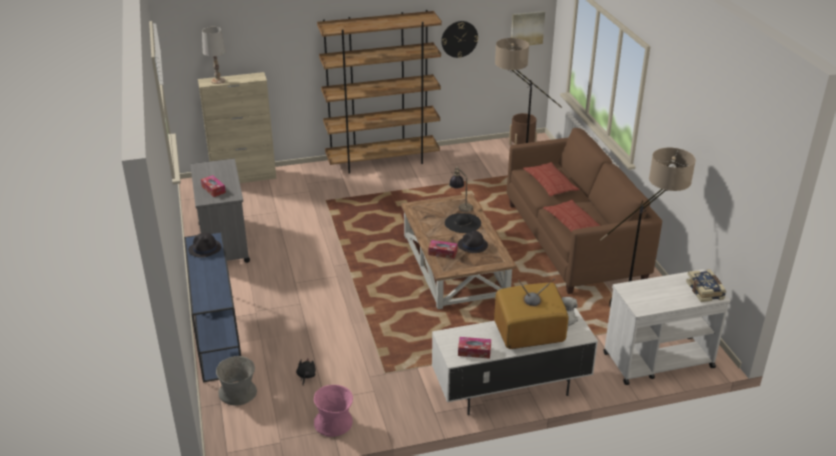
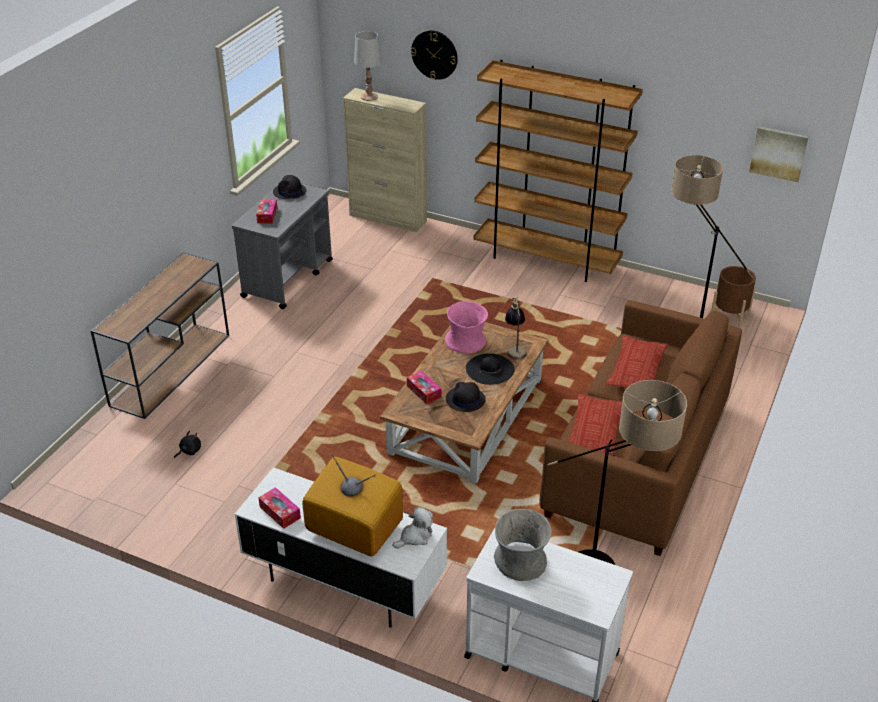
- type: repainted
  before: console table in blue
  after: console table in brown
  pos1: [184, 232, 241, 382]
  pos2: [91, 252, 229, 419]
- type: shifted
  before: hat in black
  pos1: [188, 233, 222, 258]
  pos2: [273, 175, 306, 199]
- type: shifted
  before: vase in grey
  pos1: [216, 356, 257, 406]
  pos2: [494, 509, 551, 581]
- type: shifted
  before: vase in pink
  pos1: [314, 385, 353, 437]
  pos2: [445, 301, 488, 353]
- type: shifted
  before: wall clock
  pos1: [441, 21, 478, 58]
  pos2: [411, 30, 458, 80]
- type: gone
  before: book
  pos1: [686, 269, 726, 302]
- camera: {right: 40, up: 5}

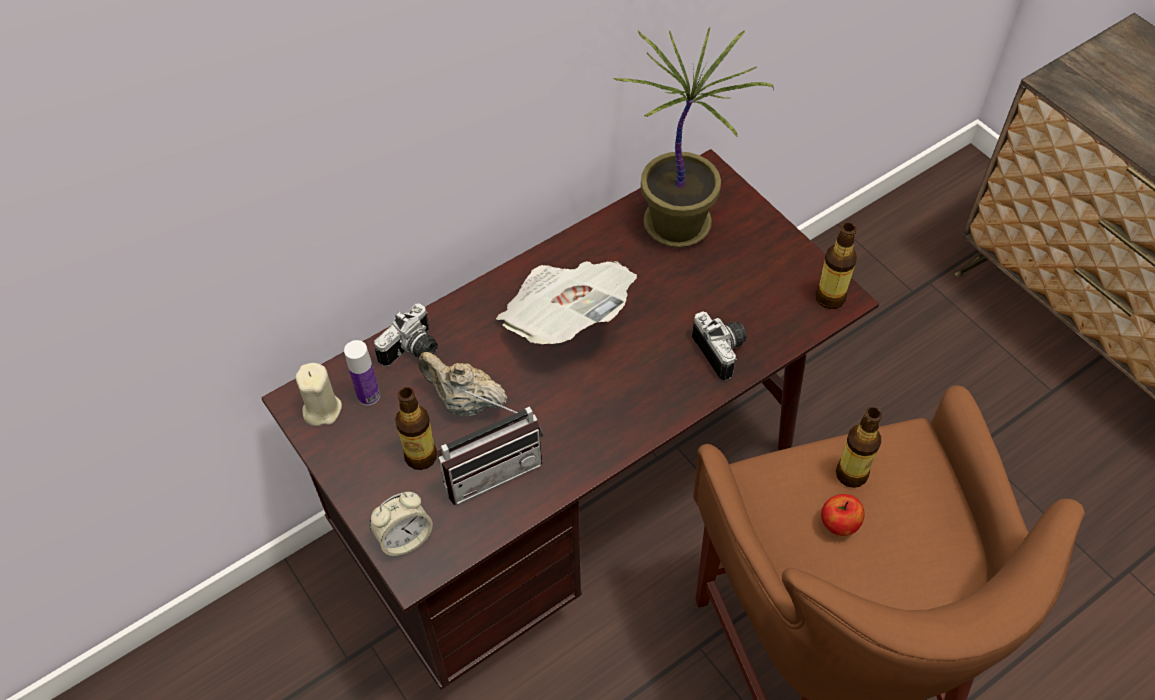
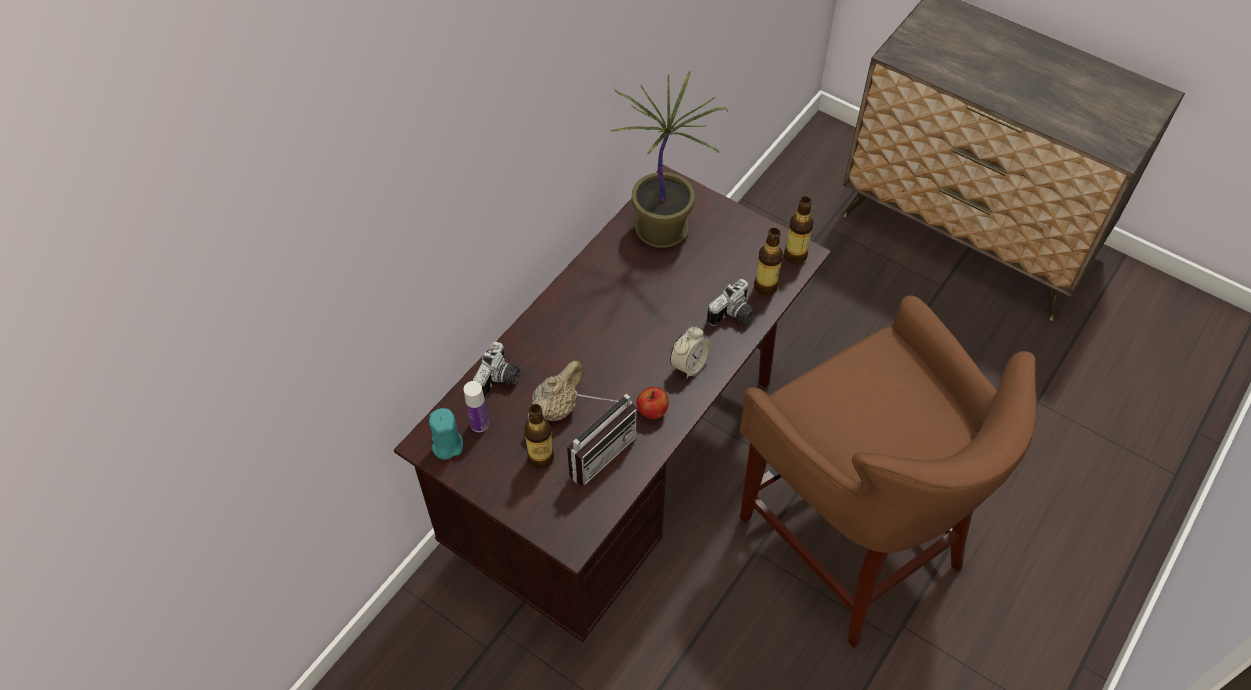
- type: repainted
  before: candle in beige
  after: candle in turquoise
  pos1: [295, 363, 342, 426]
  pos2: [429, 408, 463, 460]
- type: shifted
  before: alarm clock
  pos1: [370, 492, 433, 557]
  pos2: [670, 326, 711, 378]
- type: rotated
  before: teapot in beige
  pos1: [418, 352, 507, 416]
  pos2: [528, 361, 584, 421]
  turn: 120
- type: gone
  before: newspaper
  pos1: [496, 261, 637, 344]
- type: rotated
  before: photo camera
  pos1: [692, 311, 747, 381]
  pos2: [707, 279, 755, 326]
  turn: 90
- type: shifted
  before: apple
  pos1: [821, 494, 864, 536]
  pos2: [636, 387, 669, 419]
- type: shifted
  before: bottle
  pos1: [836, 407, 882, 488]
  pos2: [754, 228, 783, 295]
- camera: {right: -20, up: 0}

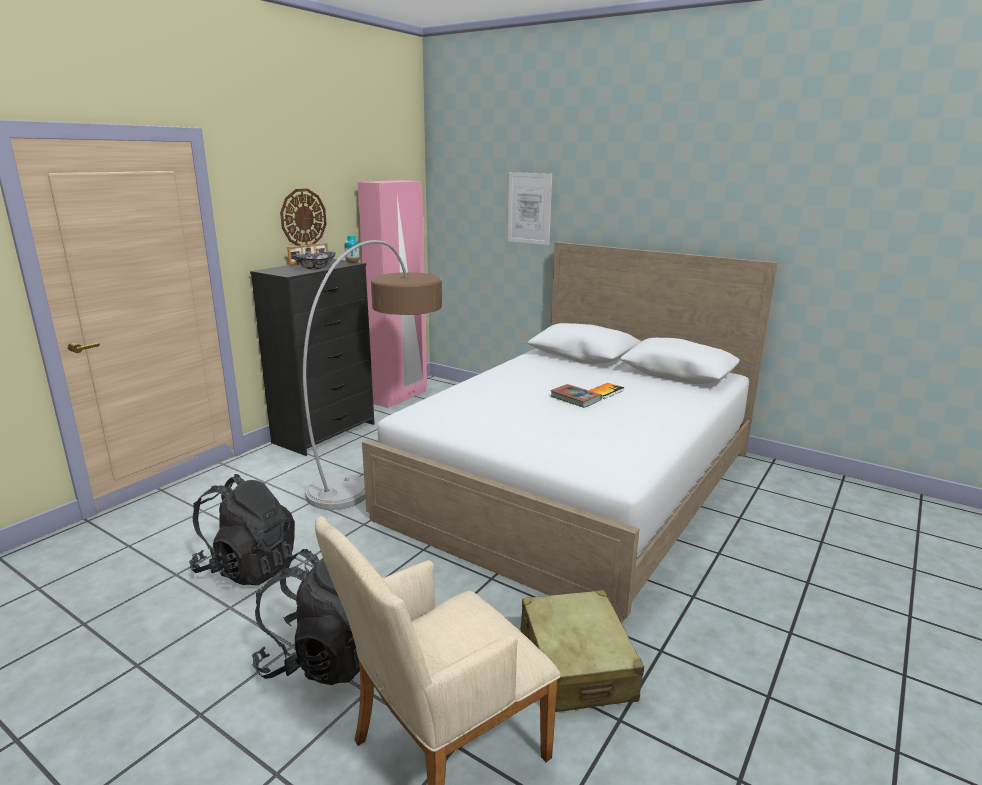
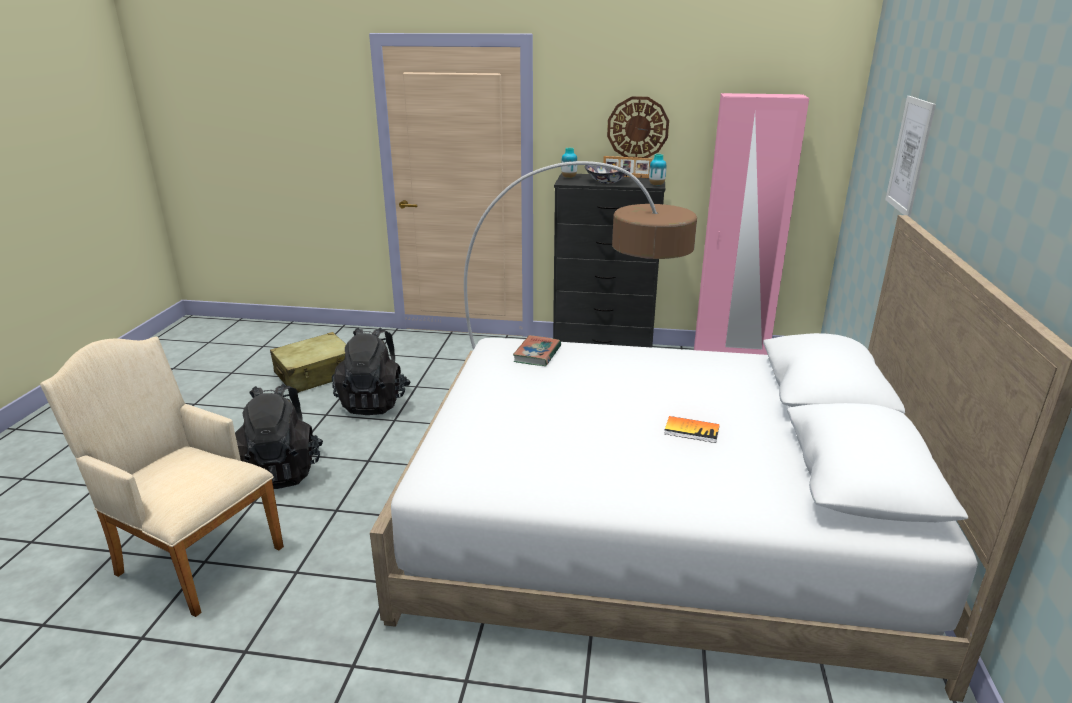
- type: shifted
  before: suitcase in beige
  pos1: [521, 590, 644, 712]
  pos2: [270, 332, 346, 393]
- type: shifted
  before: book
  pos1: [550, 384, 602, 408]
  pos2: [513, 335, 561, 366]
- type: new
  after: vase
  pos2: [561, 148, 577, 178]
- camera: {right: 65, up: 5}

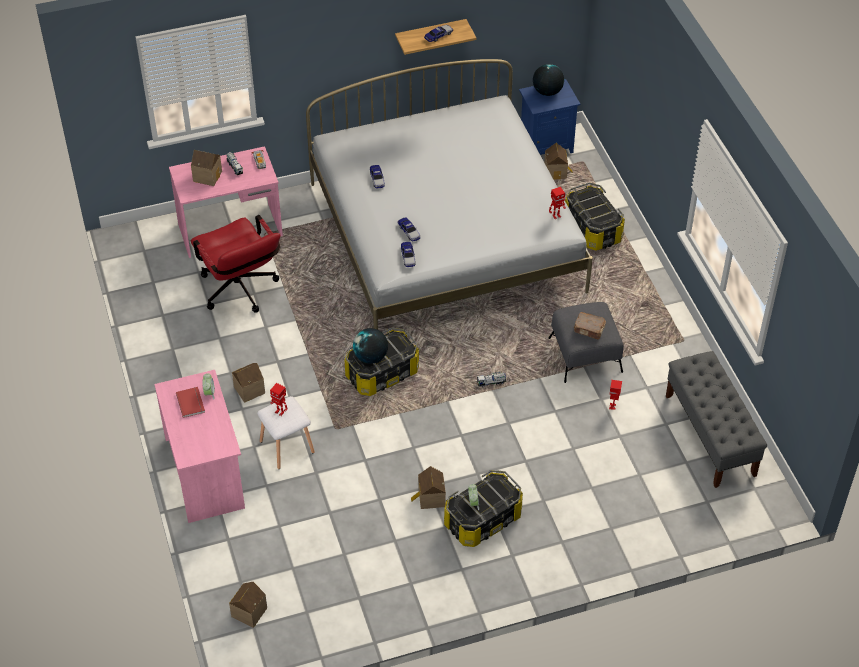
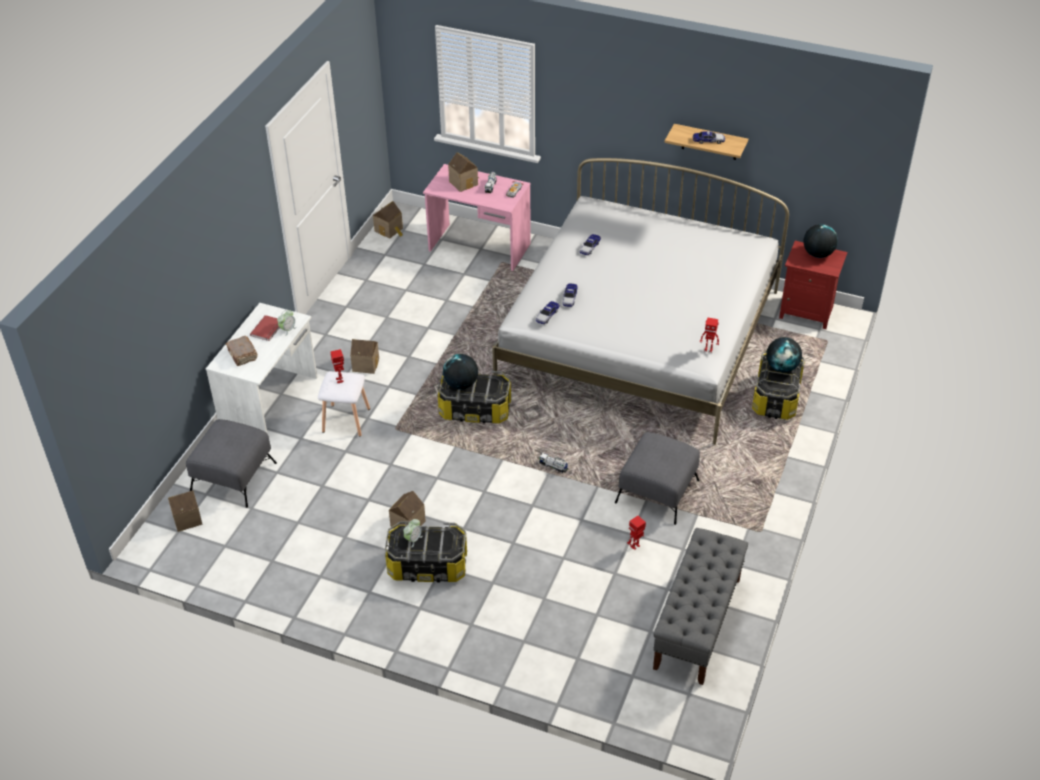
- type: repainted
  before: desk in pink
  after: desk in white
  pos1: [154, 370, 245, 523]
  pos2: [206, 303, 318, 434]
- type: gone
  before: office chair in red
  pos1: [191, 215, 281, 313]
- type: repainted
  before: nightstand in blue
  after: nightstand in red
  pos1: [519, 79, 580, 155]
  pos2: [779, 241, 847, 329]
- type: shifted
  before: toy house
  pos1: [544, 143, 573, 180]
  pos2: [373, 201, 403, 238]
- type: shifted
  before: book in brown
  pos1: [574, 312, 606, 340]
  pos2: [225, 336, 258, 366]
- type: new
  after: ottoman in grey
  pos2: [186, 419, 277, 508]
- type: new
  after: globe
  pos2: [766, 337, 802, 372]
- camera: {right: 40, up: -5}

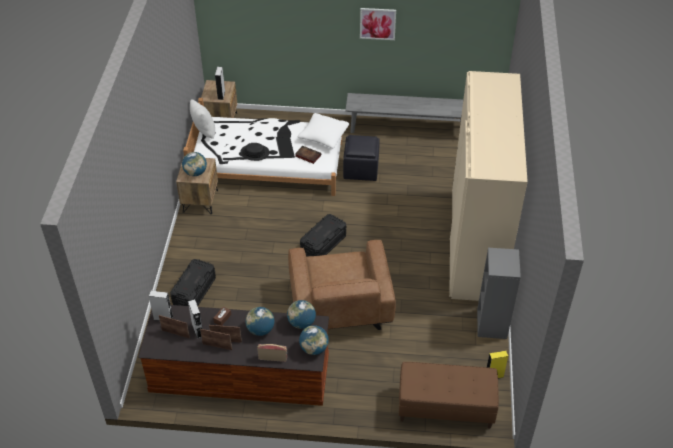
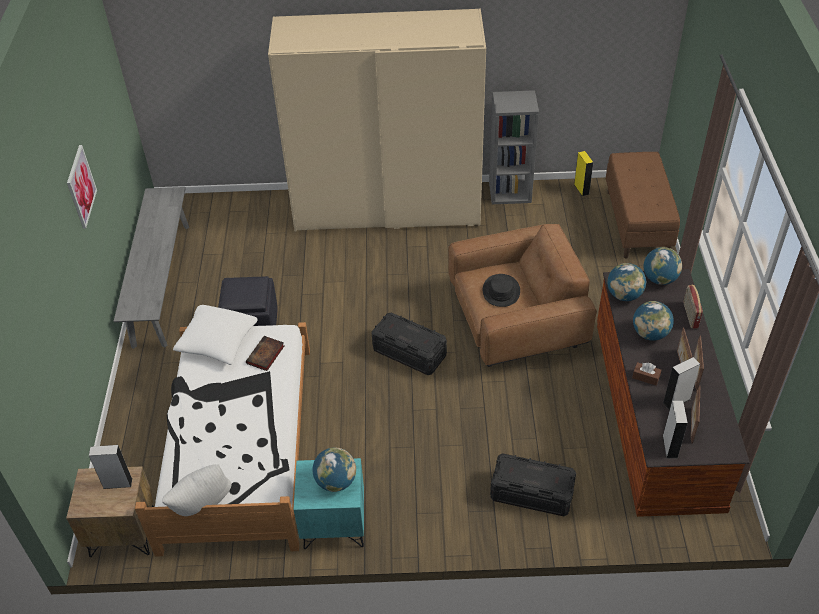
- type: repainted
  before: nightstand in brown
  after: nightstand in turquoise
  pos1: [176, 157, 218, 214]
  pos2: [293, 458, 364, 549]
- type: shifted
  before: hat in black
  pos1: [240, 143, 270, 161]
  pos2: [483, 274, 520, 307]
- camera: {right: -95, up: 0}

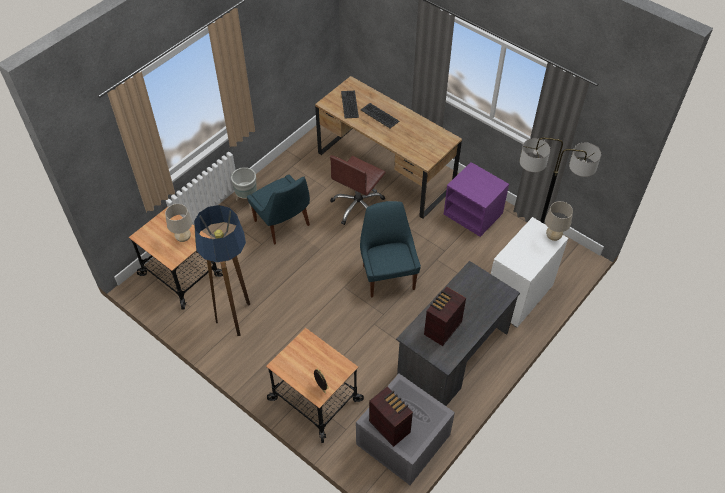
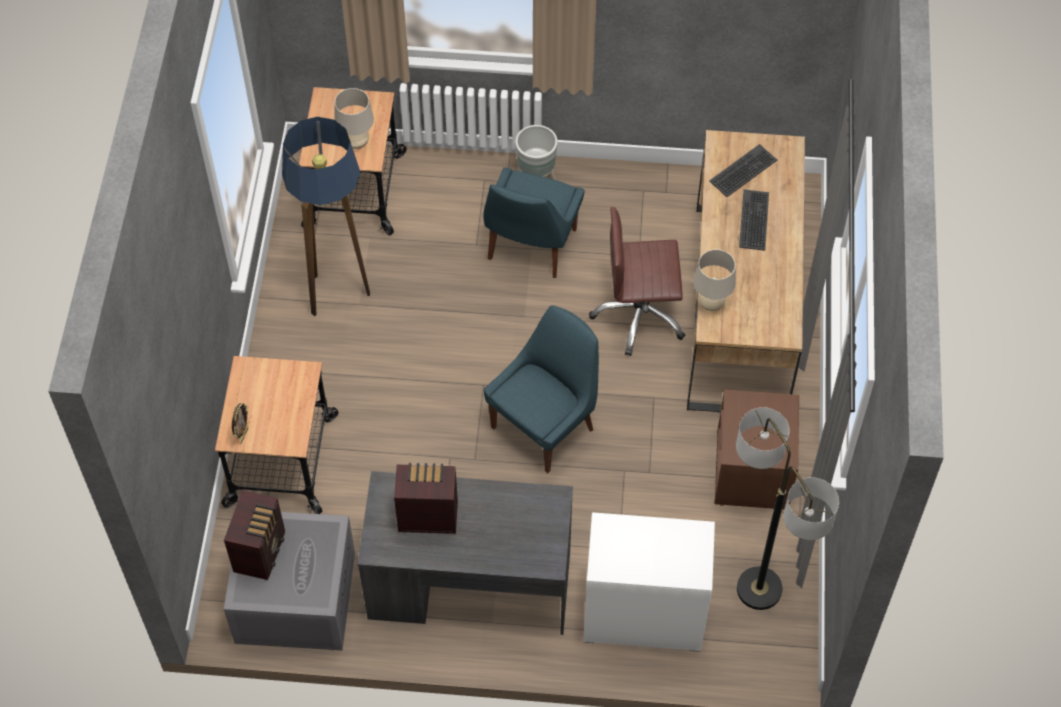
- type: repainted
  before: nightstand in purple
  after: nightstand in brown
  pos1: [444, 162, 509, 237]
  pos2: [714, 389, 799, 509]
- type: shifted
  before: table lamp in beige
  pos1: [545, 201, 573, 241]
  pos2: [693, 249, 736, 311]
- camera: {right: 55, up: 5}

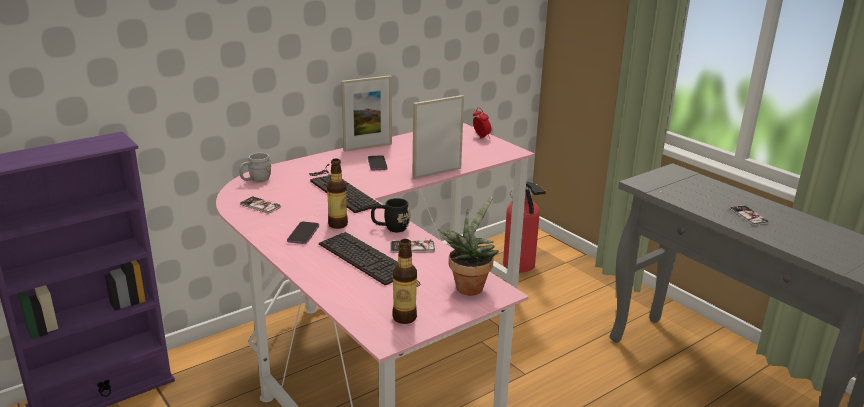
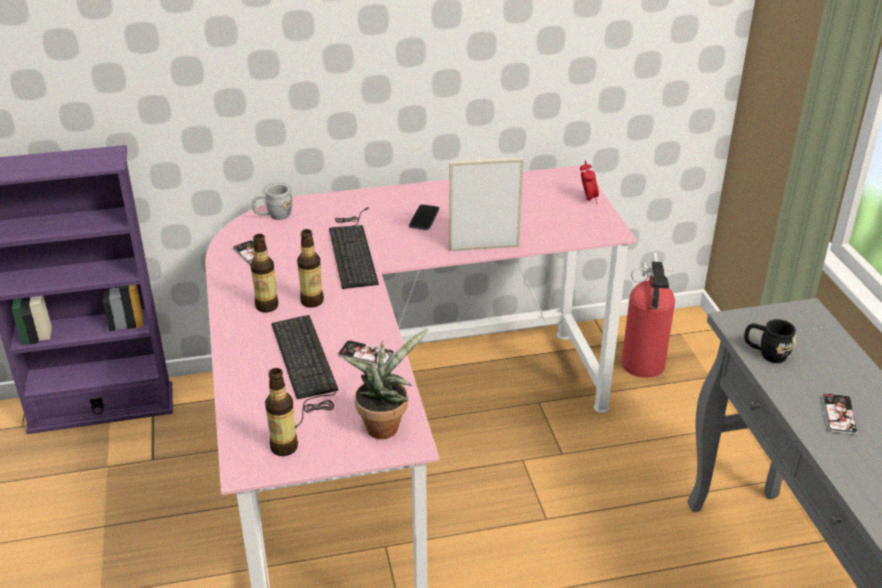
- type: swapped
  before: phone
  after: bottle
  pos1: [287, 222, 319, 244]
  pos2: [250, 234, 278, 312]
- type: gone
  before: picture frame
  pos1: [341, 75, 392, 152]
- type: shifted
  before: mug in black
  pos1: [371, 198, 411, 232]
  pos2: [744, 319, 796, 363]
- camera: {right: 25, up: 10}

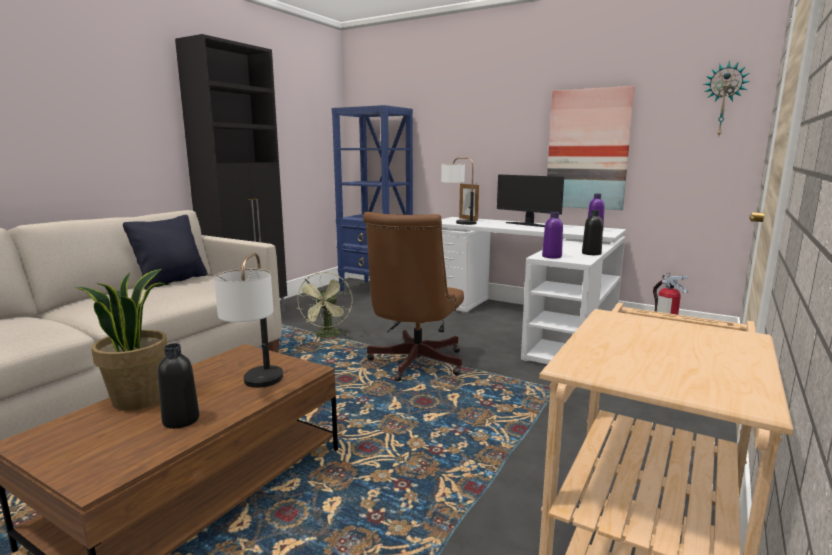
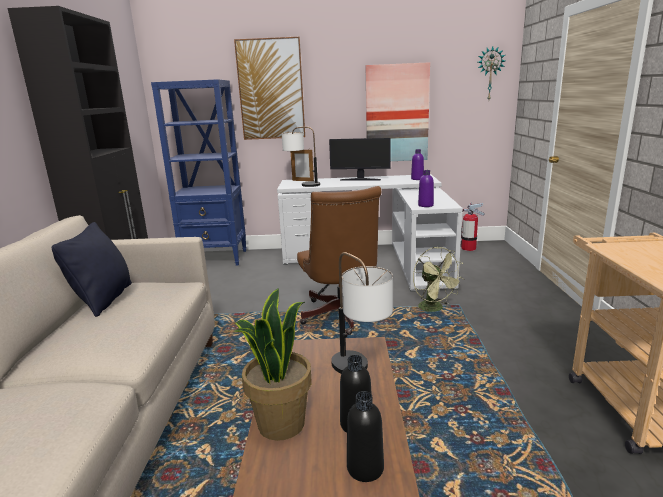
- type: shifted
  before: fan in green
  pos1: [296, 272, 353, 338]
  pos2: [413, 247, 464, 312]
- type: shifted
  before: bottle in black
  pos1: [582, 210, 603, 255]
  pos2: [347, 391, 384, 482]
- type: new
  after: picture
  pos2: [234, 37, 305, 140]
- camera: {right: -30, up: 5}

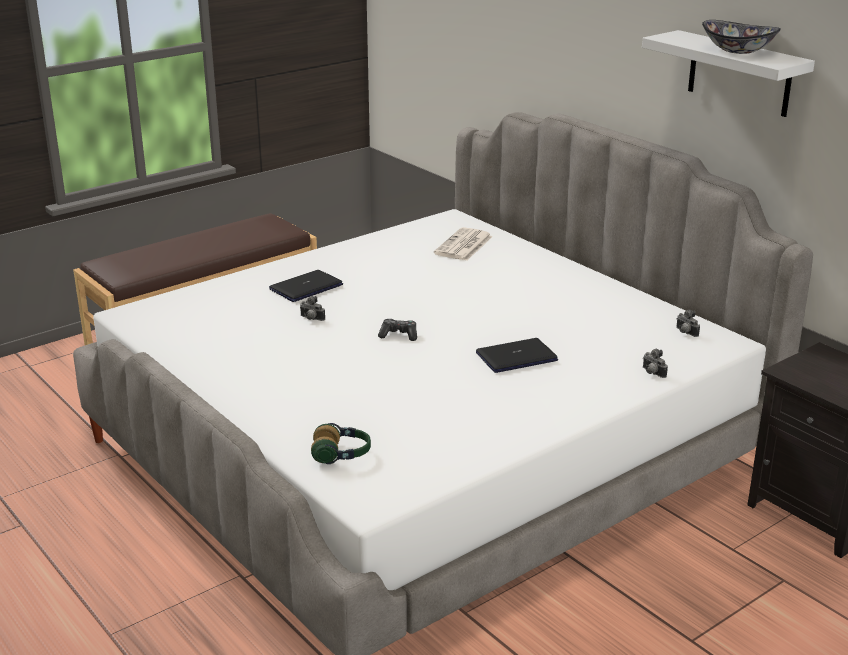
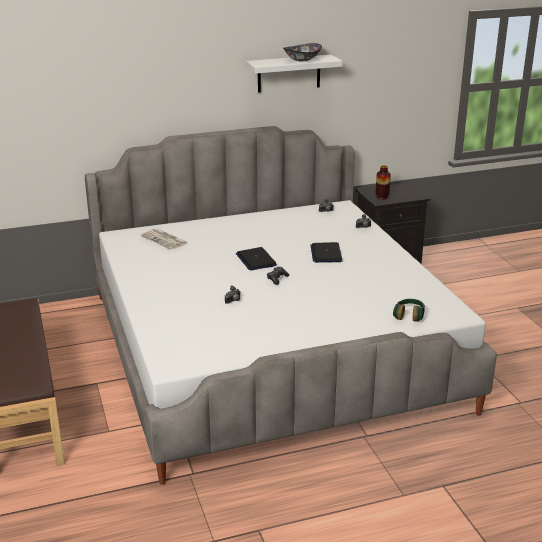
- type: shifted
  before: laptop
  pos1: [269, 270, 343, 302]
  pos2: [236, 247, 277, 271]
- type: new
  after: vase
  pos2: [376, 165, 391, 200]
- camera: {right: -70, up: 0}

